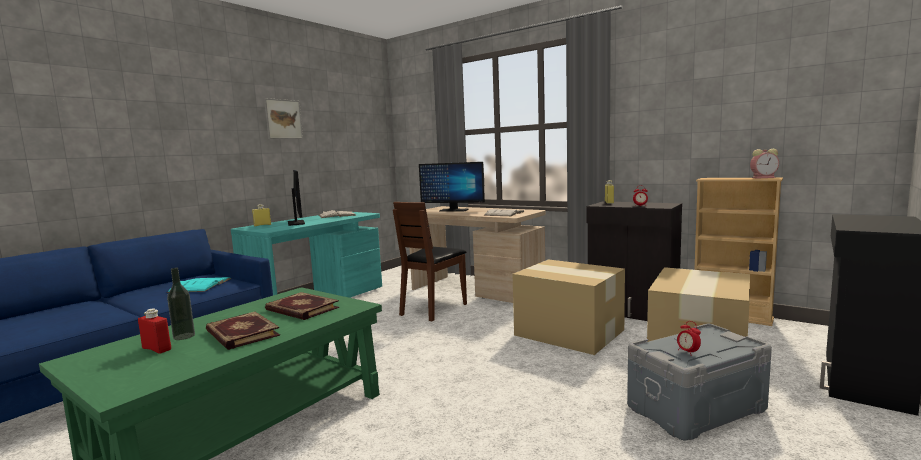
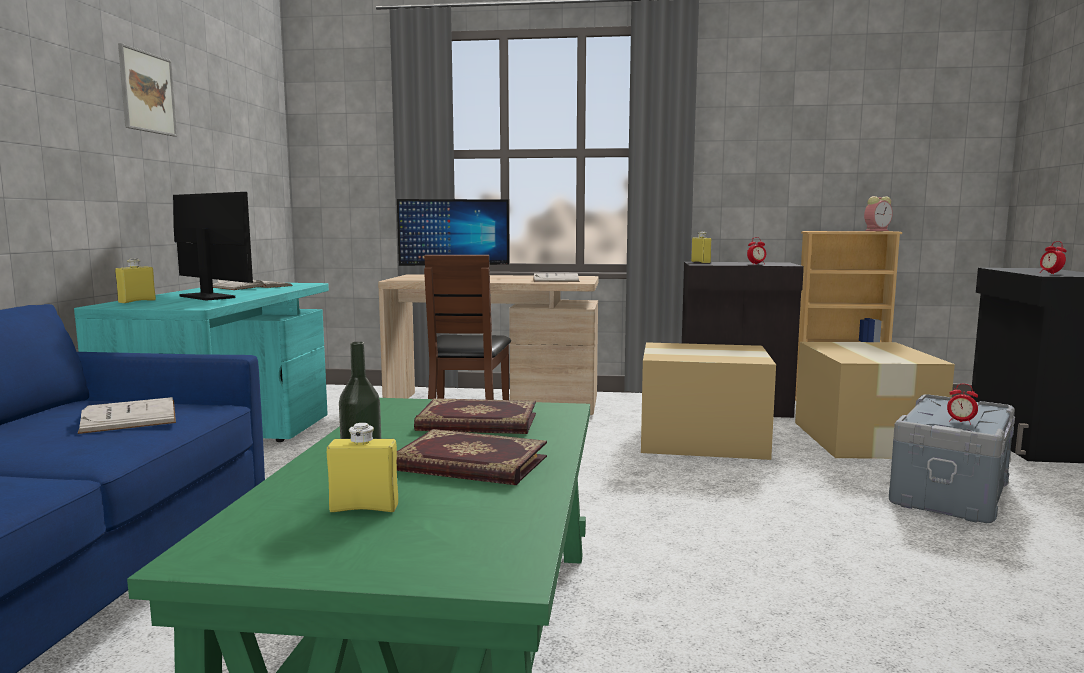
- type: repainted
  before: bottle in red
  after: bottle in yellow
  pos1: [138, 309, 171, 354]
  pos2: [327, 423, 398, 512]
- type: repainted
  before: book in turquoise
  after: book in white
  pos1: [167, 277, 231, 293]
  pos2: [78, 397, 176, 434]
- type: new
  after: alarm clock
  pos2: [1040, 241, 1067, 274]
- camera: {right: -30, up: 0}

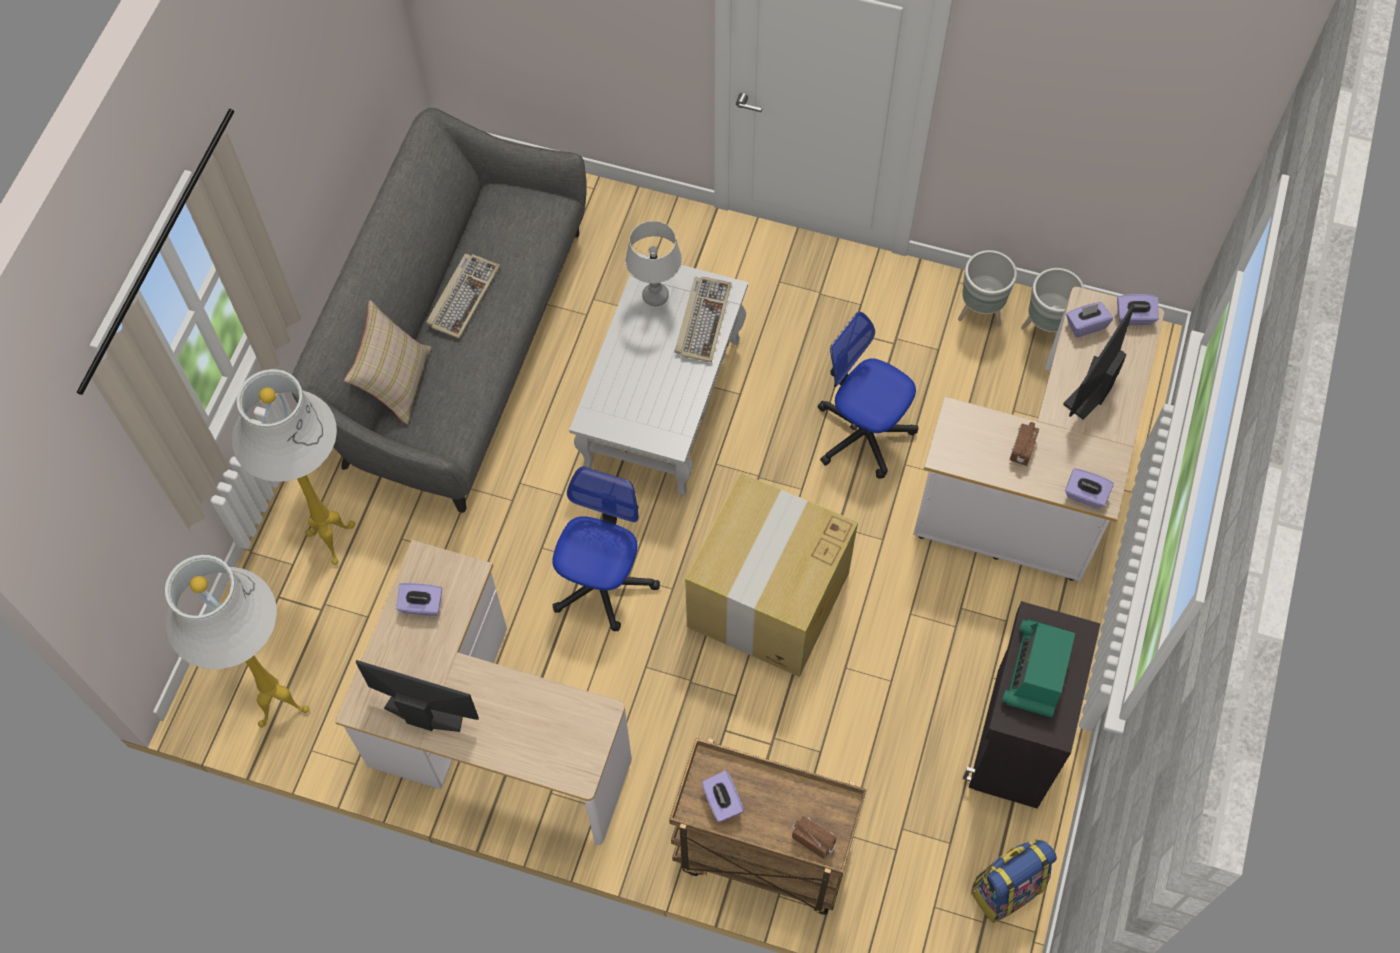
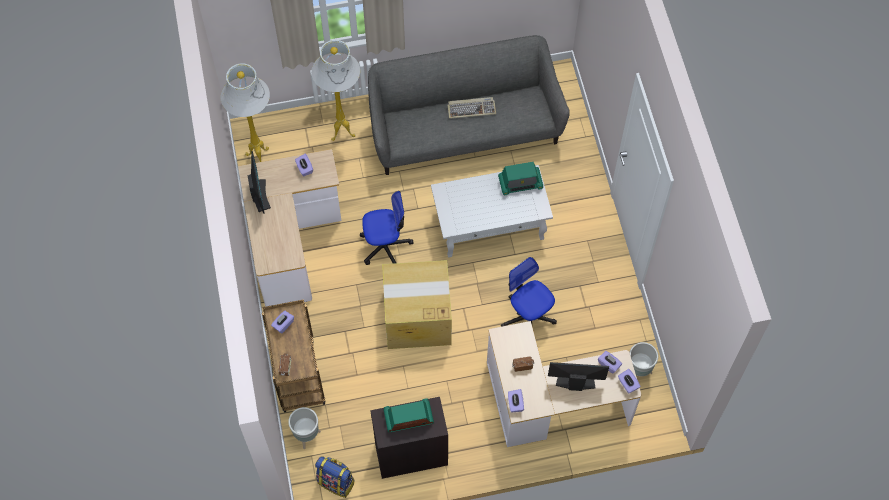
- type: gone
  before: pillow in beige
  pos1: [344, 300, 431, 424]
- type: swapped
  before: table lamp in grey
  after: radio
  pos1: [625, 221, 682, 306]
  pos2: [498, 162, 543, 195]
- type: gone
  before: keyboard
  pos1: [675, 276, 732, 362]
- type: rotated
  before: office chair
  pos1: [818, 312, 918, 479]
  pos2: [501, 257, 557, 327]
  turn: -45
- type: shifted
  before: planter in grey
  pos1: [958, 250, 1017, 327]
  pos2: [288, 407, 321, 449]
- camera: {right: 60, up: 0}

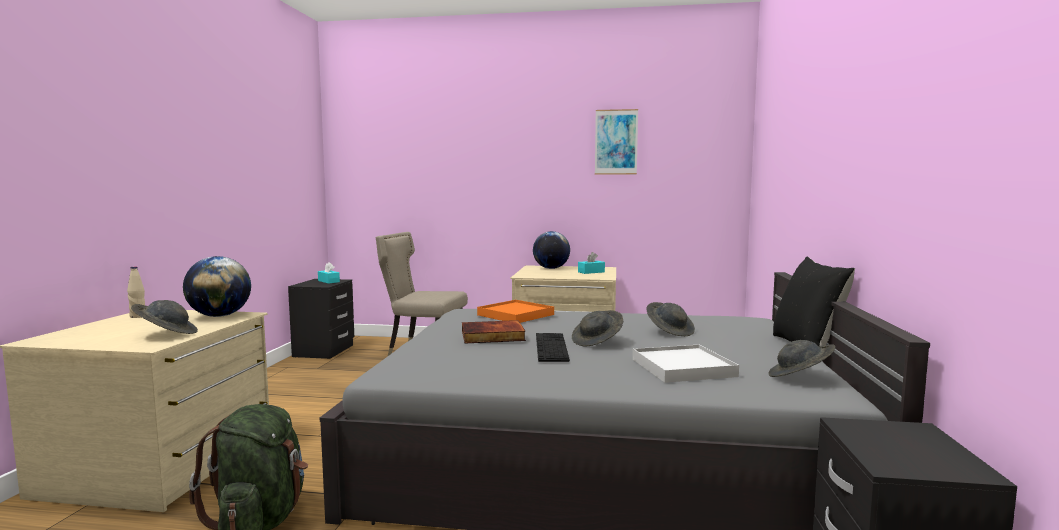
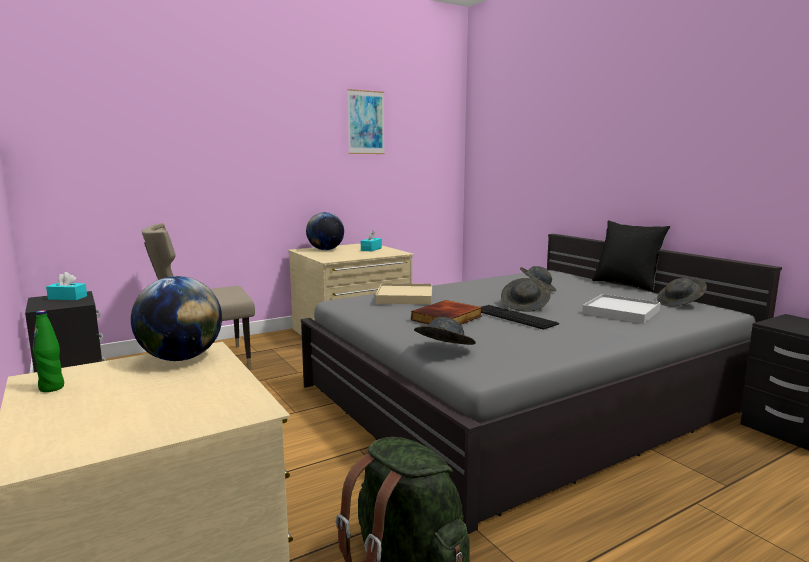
- type: repainted
  before: bottle in beige
  after: bottle in green
  pos1: [127, 267, 145, 318]
  pos2: [33, 310, 64, 392]
- type: shifted
  before: hat in grey
  pos1: [131, 300, 198, 334]
  pos2: [414, 317, 476, 345]
- type: repainted
  before: tray in orange
  after: tray in beige
  pos1: [477, 300, 554, 323]
  pos2: [375, 283, 432, 304]
- camera: {right: -40, up: 5}

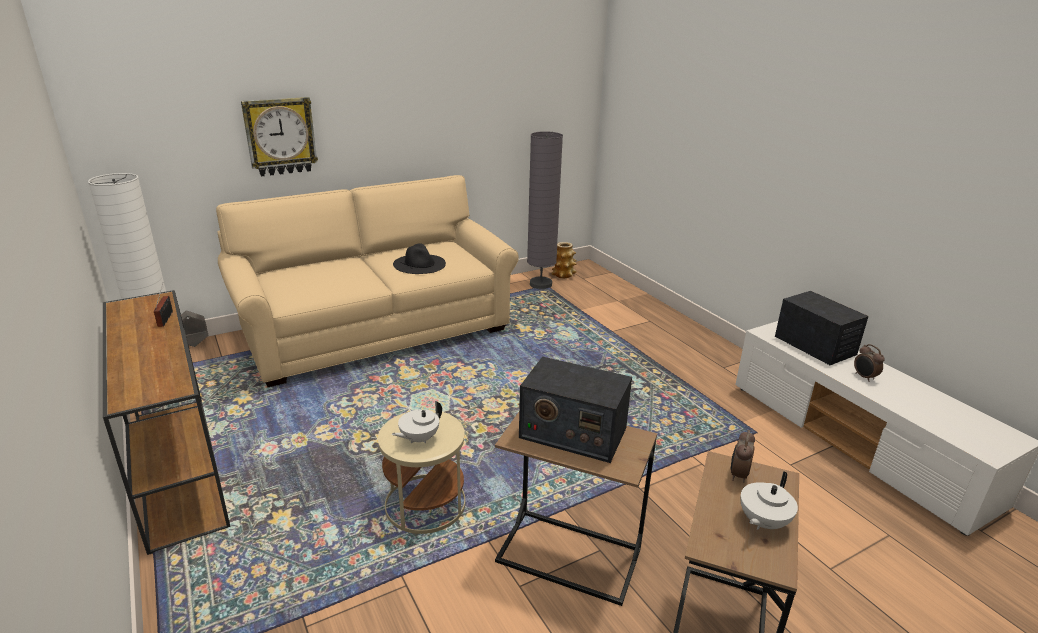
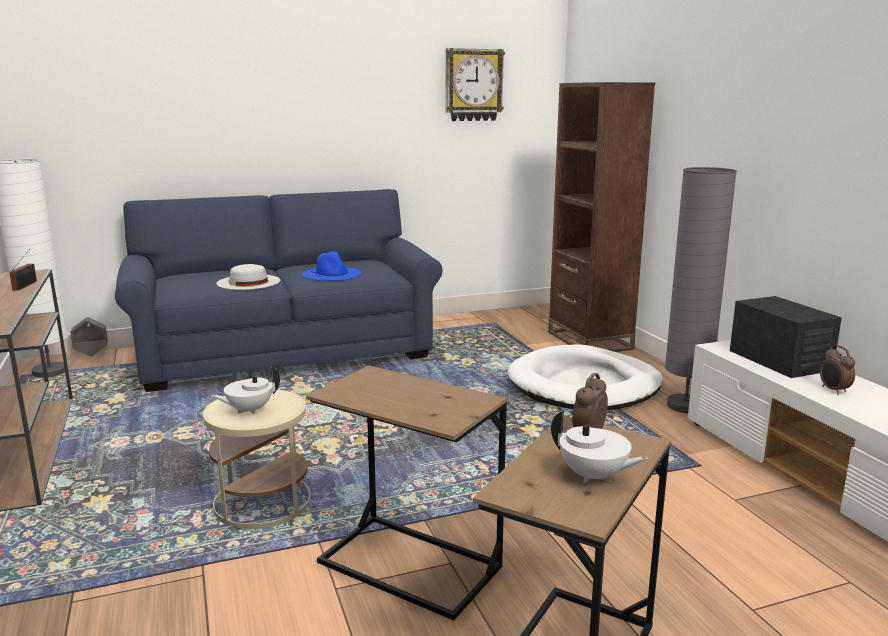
- type: repainted
  before: sofa in beige
  after: sofa in blue
  pos1: [216, 175, 519, 387]
  pos2: [115, 189, 442, 392]
- type: shifted
  before: wall clock
  pos1: [241, 97, 318, 176]
  pos2: [446, 48, 505, 121]
- type: repainted
  before: hat in black
  after: hat in blue
  pos1: [393, 243, 446, 274]
  pos2: [302, 251, 361, 281]
- type: gone
  before: radio
  pos1: [519, 357, 632, 463]
- type: shifted
  before: floor lamp in grey
  pos1: [527, 131, 563, 289]
  pos2: [665, 167, 737, 413]
- type: gone
  before: vase
  pos1: [551, 242, 577, 278]
- type: rotated
  before: teapot in white
  pos1: [740, 471, 798, 530]
  pos2: [551, 410, 649, 484]
  turn: -105
- type: new
  after: hat in white
  pos2: [216, 264, 280, 290]
- type: new
  after: dog bed in white
  pos2: [508, 344, 663, 410]
- type: new
  after: bookcase in brown
  pos2: [548, 82, 655, 352]
- camera: {right: 10, up: -10}

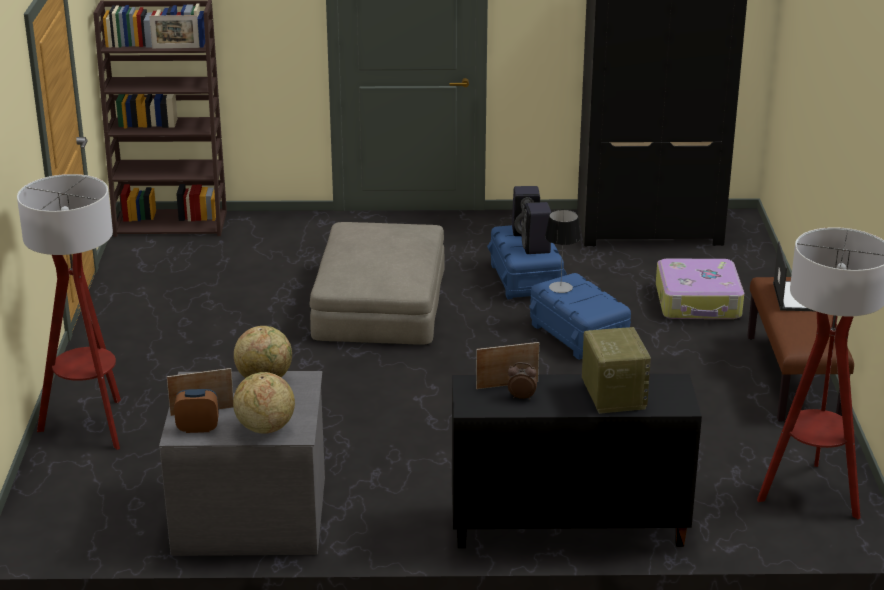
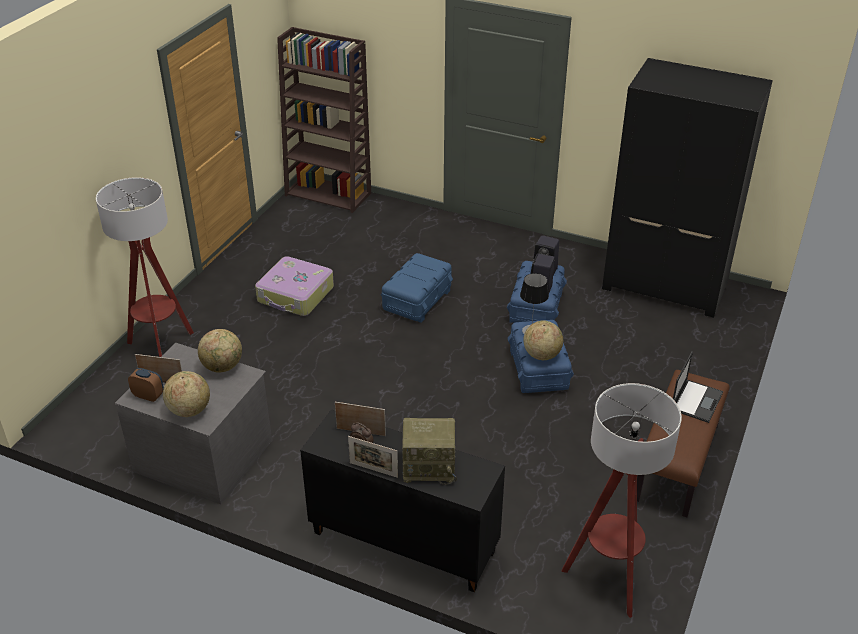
- type: shifted
  before: picture frame
  pos1: [149, 15, 200, 49]
  pos2: [348, 436, 398, 478]
- type: swapped
  before: ottoman in beige
  after: storage box in blue
  pos1: [310, 222, 445, 345]
  pos2: [381, 253, 453, 323]
- type: rotated
  before: radio
  pos1: [582, 327, 651, 414]
  pos2: [402, 418, 457, 485]
  turn: 75
- type: shifted
  before: suitcase
  pos1: [656, 259, 744, 319]
  pos2: [255, 256, 334, 316]
- type: new
  after: globe
  pos2: [523, 321, 563, 360]
- camera: {right: 25, up: 10}

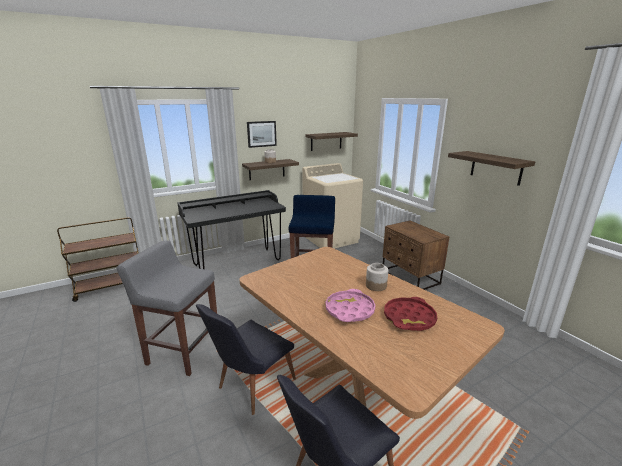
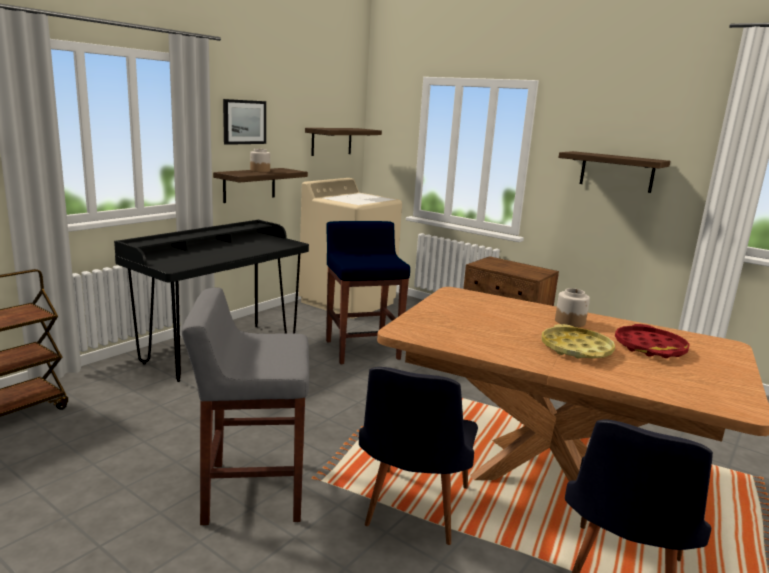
- type: repainted
  before: tray in pink
  after: tray in yellow
  pos1: [326, 289, 375, 322]
  pos2: [542, 324, 615, 359]
- camera: {right: -25, up: -5}

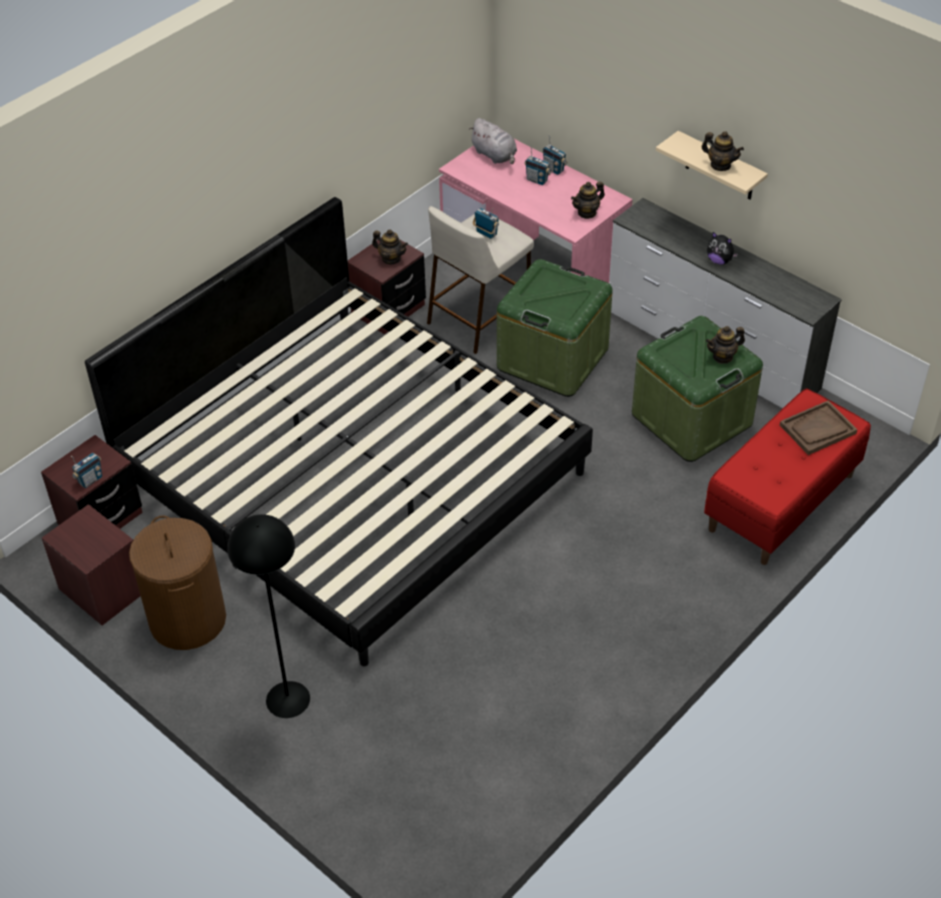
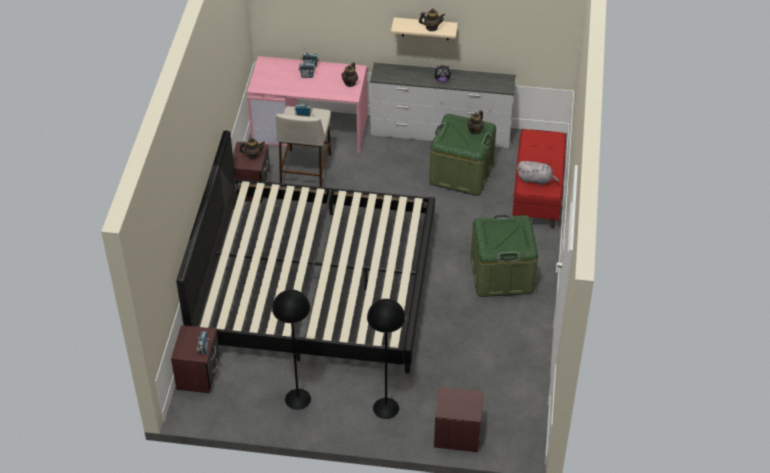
- type: shifted
  before: nightstand in brown
  pos1: [42, 504, 140, 625]
  pos2: [434, 387, 484, 452]
- type: swapped
  before: laundry basket in brown
  after: floor lamp in black
  pos1: [129, 515, 226, 650]
  pos2: [272, 289, 311, 410]
- type: shifted
  before: plush toy in grey
  pos1: [469, 118, 517, 164]
  pos2: [517, 161, 559, 185]
- type: shifted
  before: storage box in green
  pos1: [497, 259, 613, 397]
  pos2: [471, 215, 538, 297]
- type: gone
  before: tray in brown
  pos1: [780, 401, 857, 455]
- camera: {right: -35, up: 0}

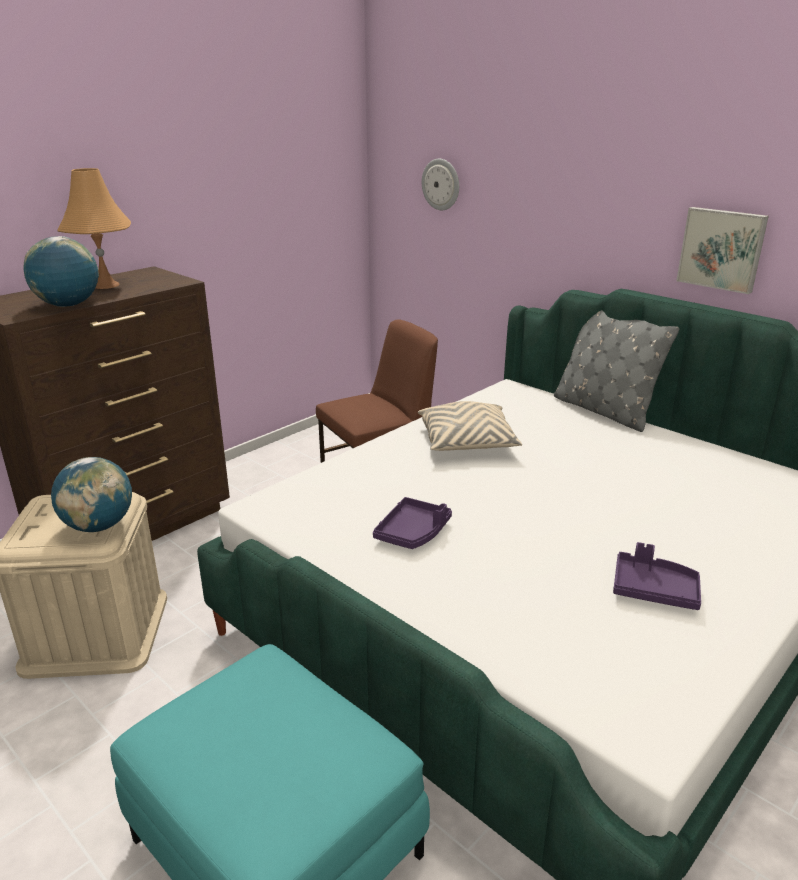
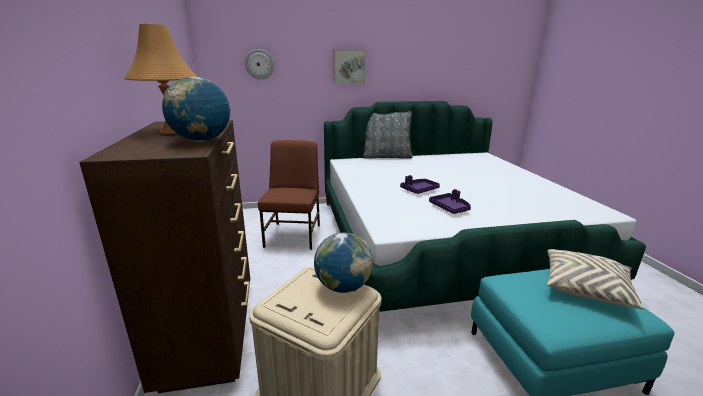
- type: shifted
  before: pillow in beige
  pos1: [418, 401, 522, 451]
  pos2: [547, 249, 644, 309]
- type: shifted
  before: tray in purple
  pos1: [613, 542, 701, 610]
  pos2: [400, 175, 440, 194]
- type: shifted
  before: picture
  pos1: [676, 207, 769, 294]
  pos2: [333, 50, 366, 84]
- camera: {right: -55, up: -5}

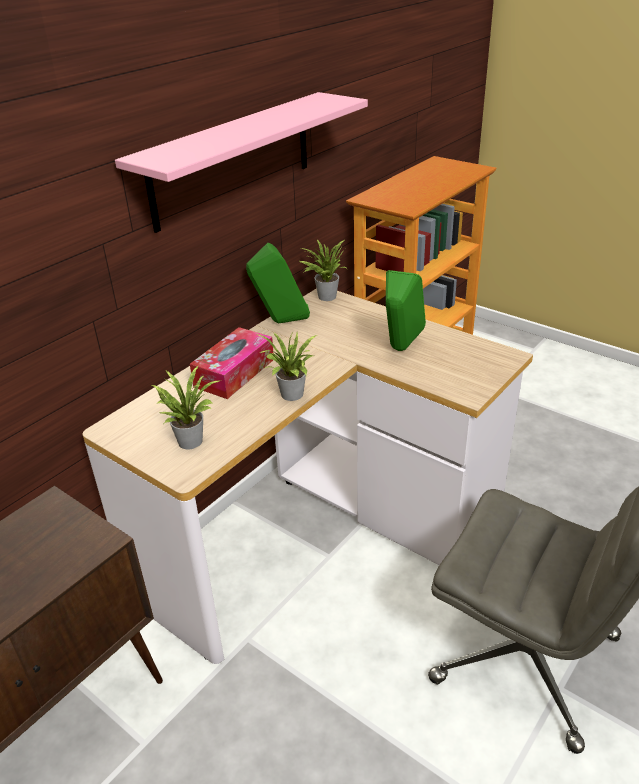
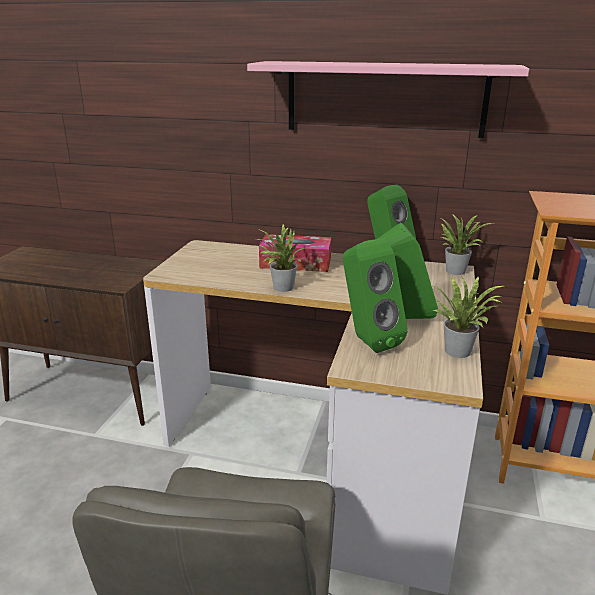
- type: shifted
  before: potted plant
  pos1: [152, 366, 222, 449]
  pos2: [433, 276, 504, 358]
- type: new
  after: speaker in green
  pos2: [343, 239, 408, 353]
- camera: {right: 65, up: -10}

